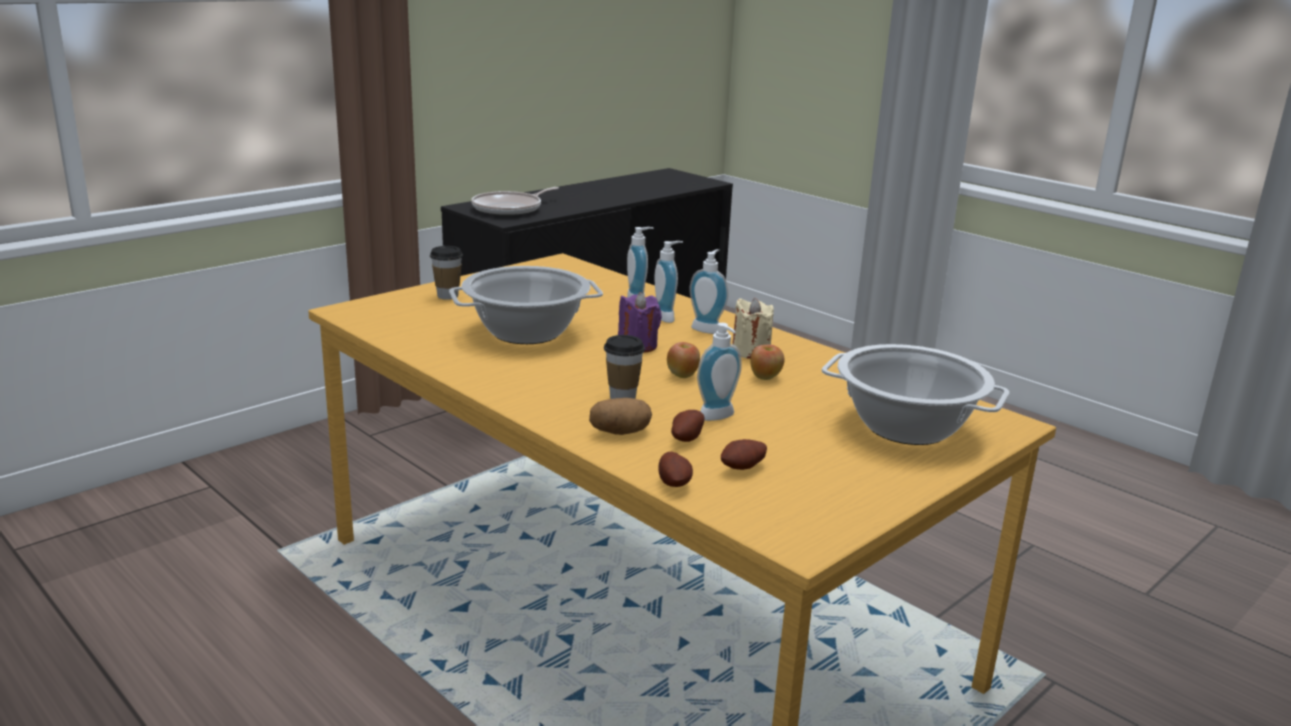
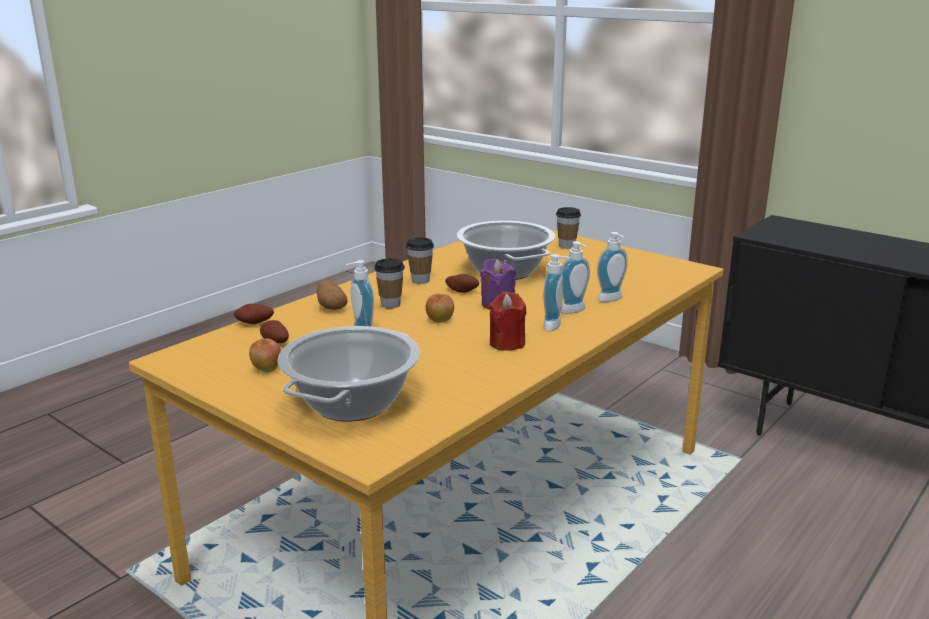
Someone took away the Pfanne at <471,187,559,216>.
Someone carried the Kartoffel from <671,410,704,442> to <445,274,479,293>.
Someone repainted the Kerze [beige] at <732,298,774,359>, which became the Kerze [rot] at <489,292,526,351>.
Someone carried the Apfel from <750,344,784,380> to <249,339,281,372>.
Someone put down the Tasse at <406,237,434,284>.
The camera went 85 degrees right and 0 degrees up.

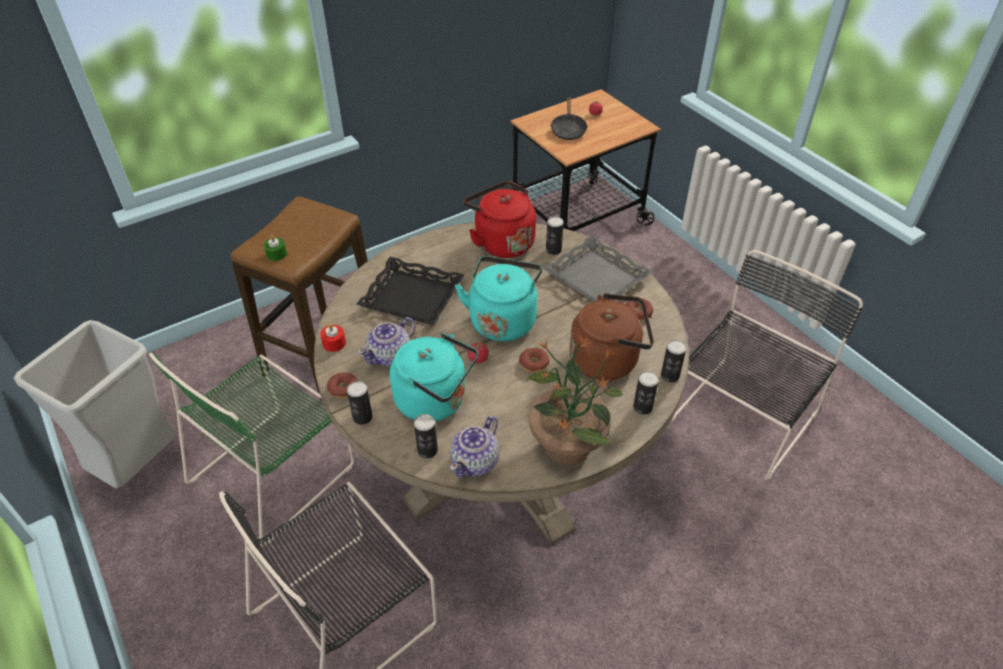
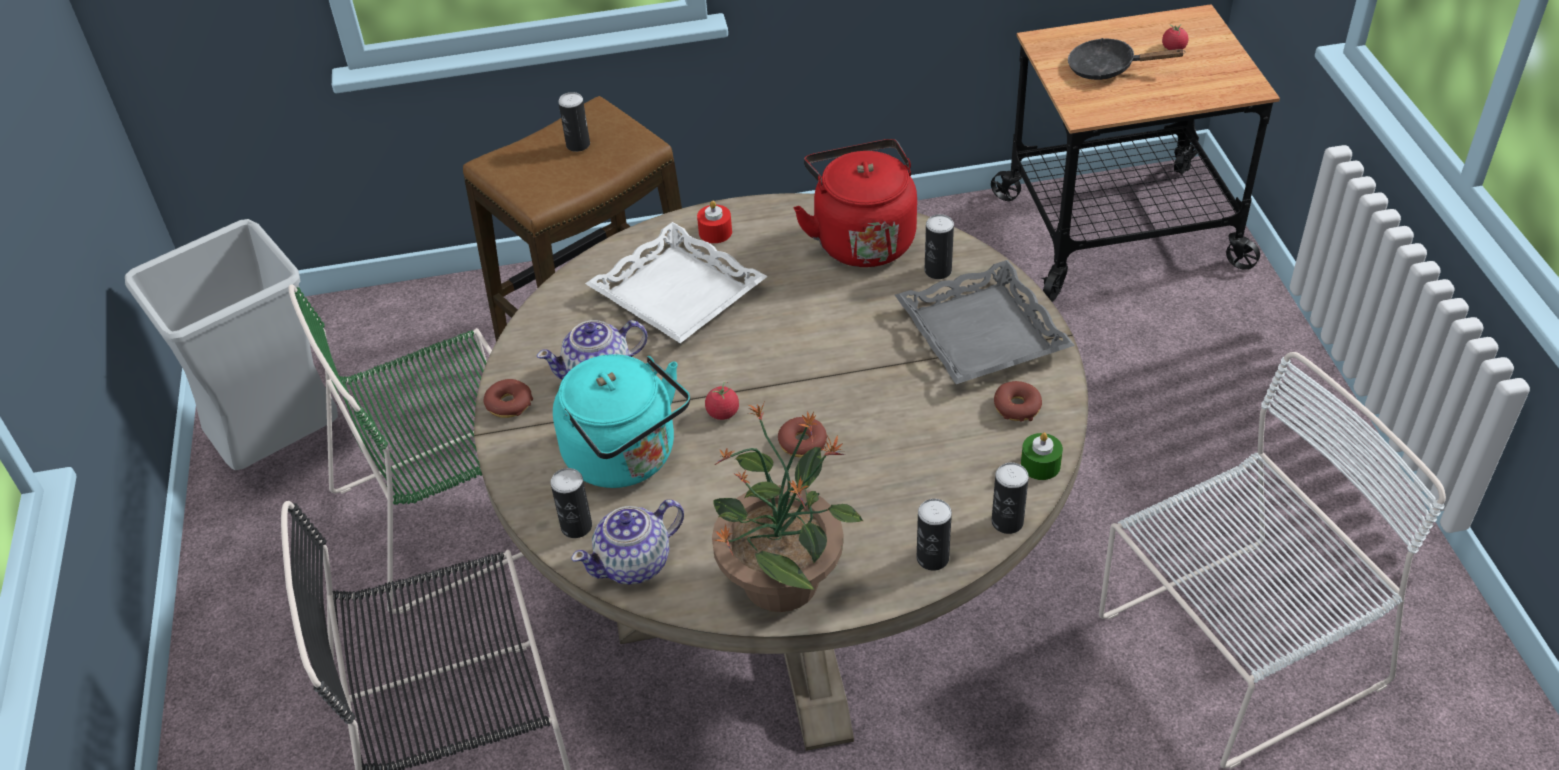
Someone carried the Kerze [grün] from <264,235,287,261> to <1021,433,1063,480>.
Someone carried the Kerze [rot] from <320,324,346,352> to <697,201,732,243>.
Someone carried the Dose from <347,381,372,425> to <558,92,590,152>.
Someone repainted the Tablett [schwarz] at <356,257,465,325>, which became the Tablett [weiß] at <585,222,768,343>.
Someone took away the Wasserkessel [türkis] at <455,256,542,341>.
Someone rotated the Pfanne [schwarz] at <550,97,588,140> by 75 degrees clockwise.
Someone took away the Wasserkessel [braun] at <569,293,654,381>.
Someone repainted the Stuhl [schwarz] at <671,250,863,480>, which became the Stuhl [weiß] at <1099,352,1446,769>.
The camera went 25 degrees right and 0 degrees up.

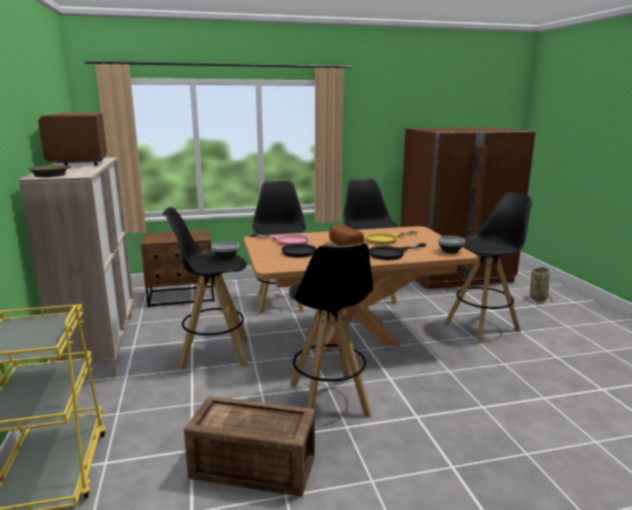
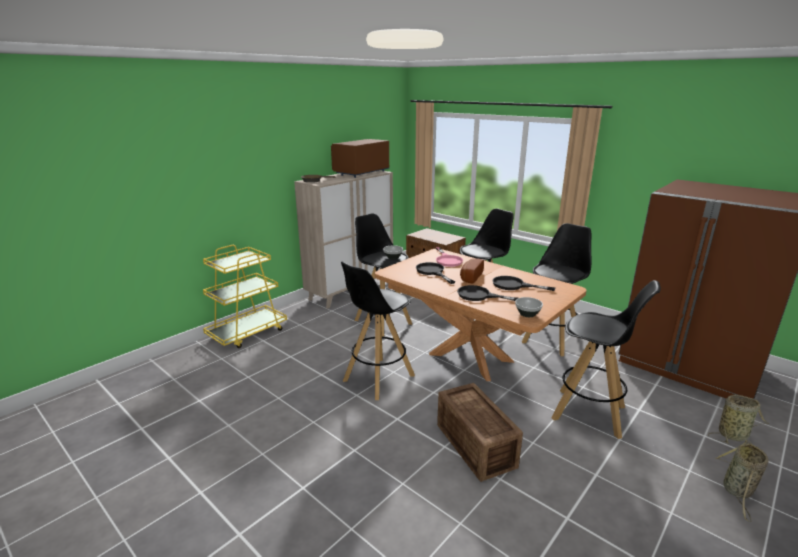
Someone carried the Kiste from <184,396,315,497> to <437,383,523,482>.
Someone repainted the Pfanne [gelb] at <365,230,418,245>, which became the Pfanne [schwarz] at <493,276,556,291>.
Someone put down the Korb at <715,440,769,522>.
The camera went 55 degrees right and 5 degrees up.

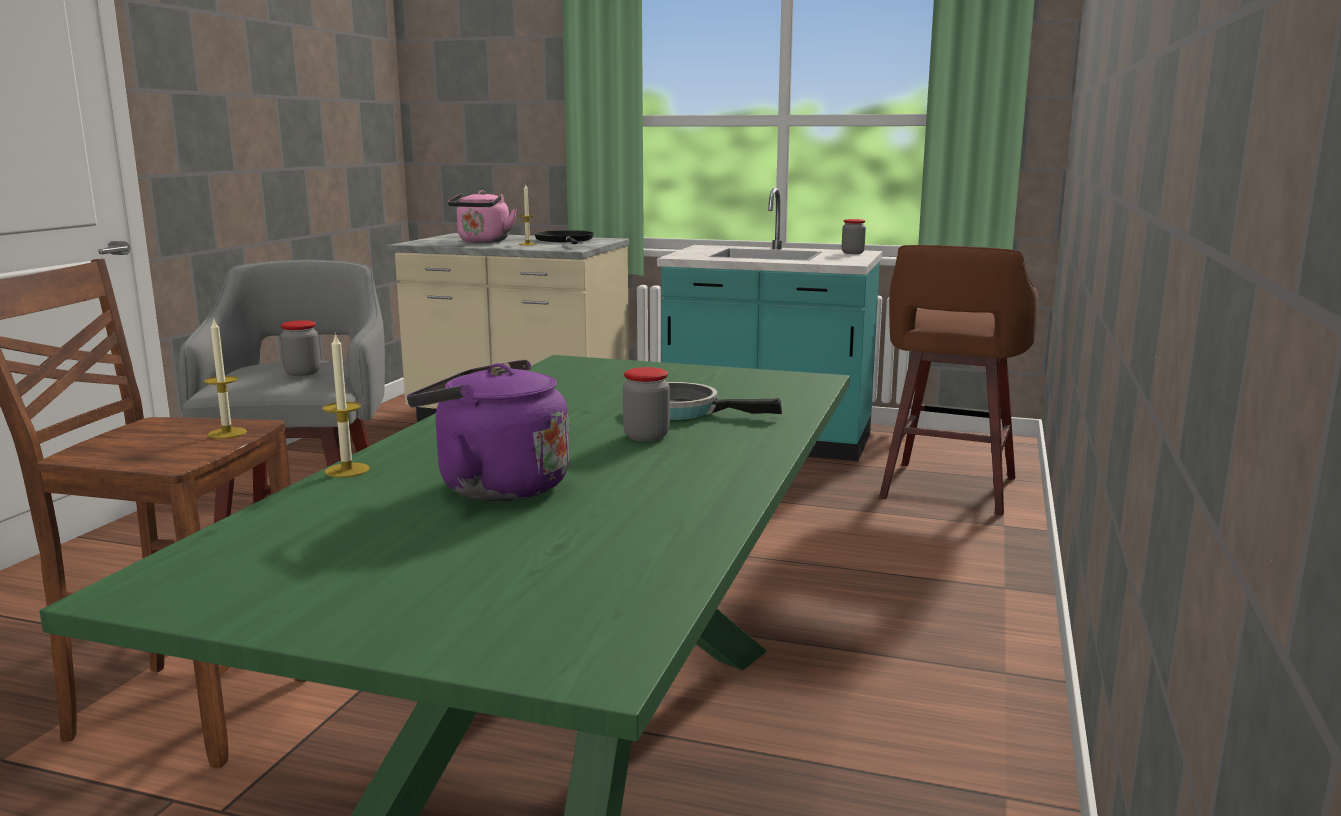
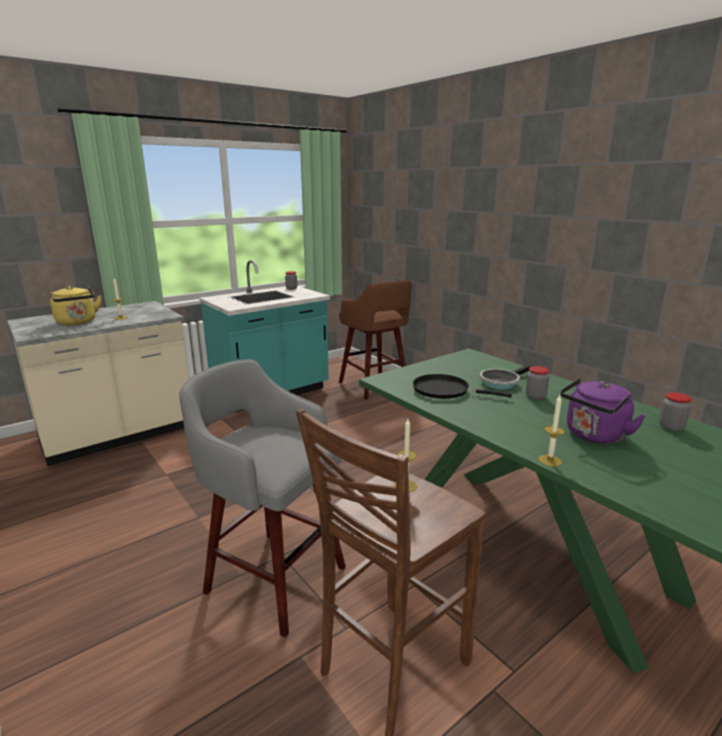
Someone carried the Vorratsglas from <280,321,321,376> to <659,392,692,431>.
Someone repainted the Wasserkessel [rosa] at <448,190,517,243>, which became the Wasserkessel [gelb] at <50,286,101,325>.
Someone carried the Pfanne [schwarz] from <534,230,594,244> to <413,374,512,399>.
The camera went 55 degrees left and 5 degrees up.

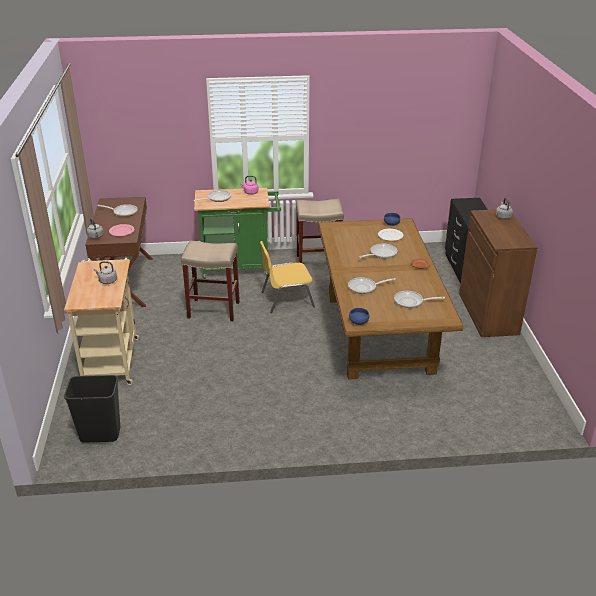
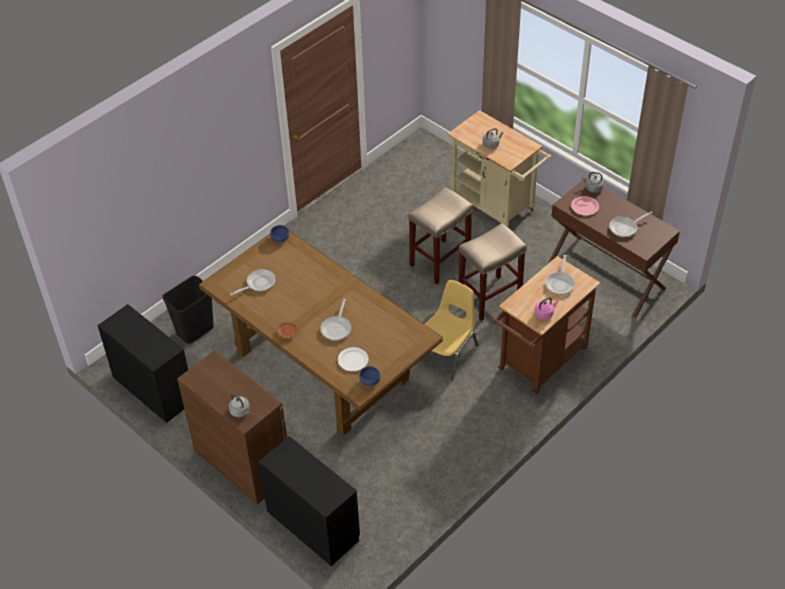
Someone carried the Mülleimer [schwarz] from <64,375,120,443> to <162,276,214,344>.
Someone repainted the Rollwagen [grün] at <194,188,281,279>, which became the Rollwagen [braun] at <492,256,600,394>.
Someone carried the Hocker [beige] from <296,199,344,263> to <408,187,473,284>.
Someone took away the Pfanne at <348,277,396,294>.
Someone put down the Kommode [schwarz] at <97,304,188,423>.
The camera went 140 degrees right and 15 degrees up.

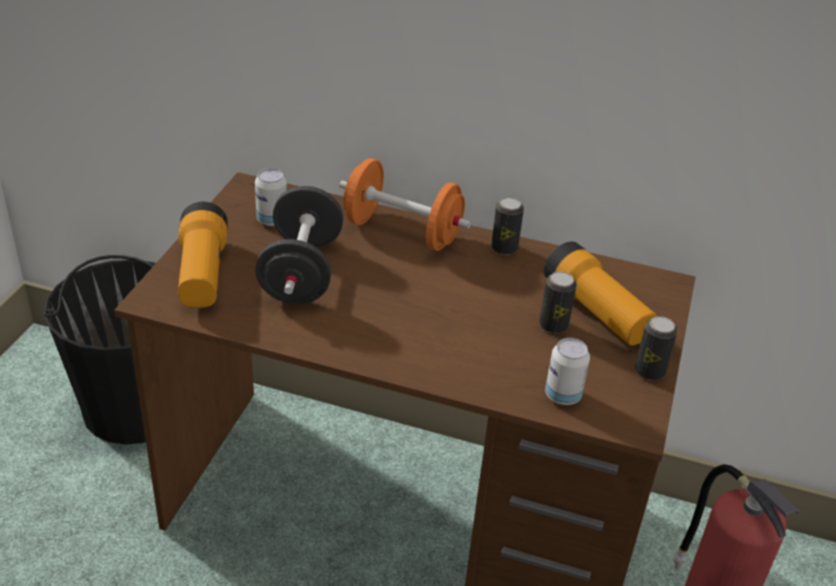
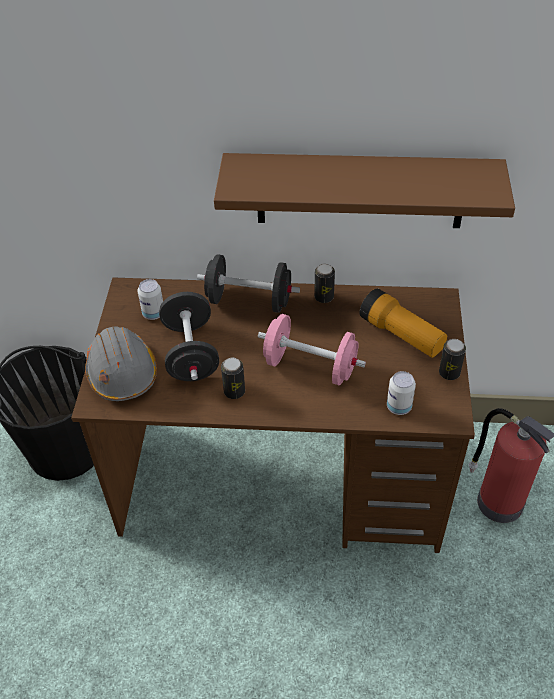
Someone swapped the Taschenlampe at <178,202,228,308> for the Schutzhelm [grau] at <85,327,157,401>.
Someone repainted the Hantel [orange] at <339,158,471,251>, which became the Hantel [schwarz] at <197,254,300,313>.
Someone carried the Dose from <539,271,577,333> to <221,358,245,399>.
Someone put up the Wandregal [braun] at <214,153,515,228>.
Someone put down the Hantel [rosa] at <258,314,366,385>.
The camera went 10 degrees left and 10 degrees up.

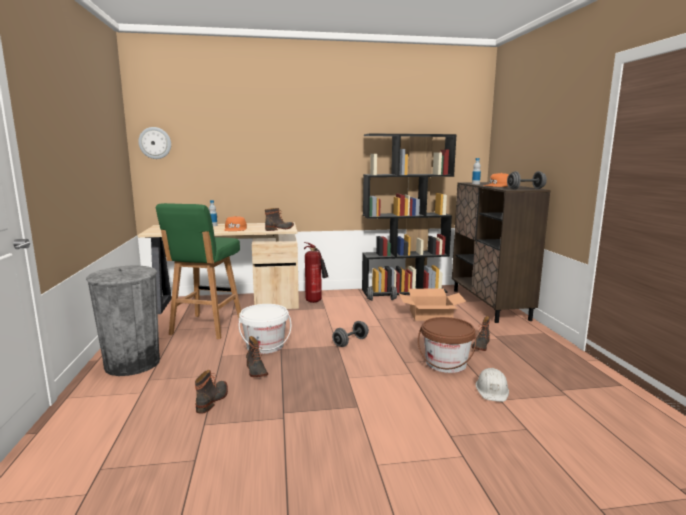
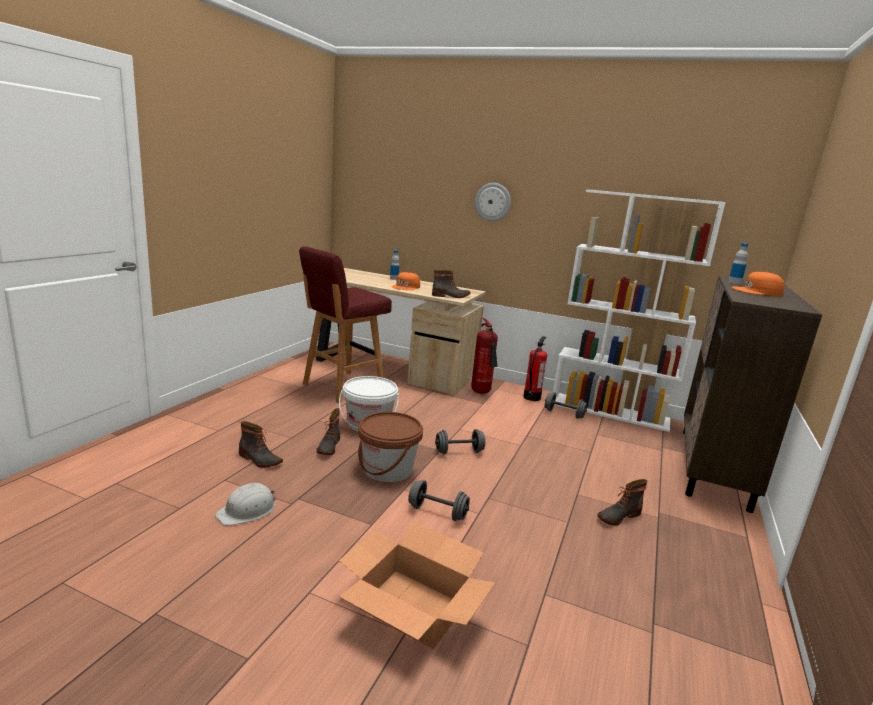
Someone took away the Mülleimer [grau] at <86,265,160,376>.
Someone carried the Wanduhr from <138,127,171,159> to <475,183,511,221>.
Someone repainted the Hocker [grün] at <156,203,241,339>, which became the Hocker [rot] at <299,246,392,403>.
Someone rotated the Stiefel at <195,370,228,414> by 75 degrees clockwise.
Someone repainted the Bücherregal [schwarz] at <362,133,457,297>, which became the Bücherregal [weiß] at <553,189,726,432>.
Someone carried the Karton from <399,289,467,321> to <339,522,496,649>.
Someone carried the Eimer [braun] from <418,317,476,373> to <358,412,423,482>.
Someone carried the Schutzhelm [weiß] from <476,368,509,402> to <215,482,275,526>.
Someone carried the Hantel [grau] from <507,171,547,190> to <408,480,470,521>.
Someone put down the Feuerlöscher at <523,336,547,401>.
The camera went 30 degrees right and 5 degrees up.

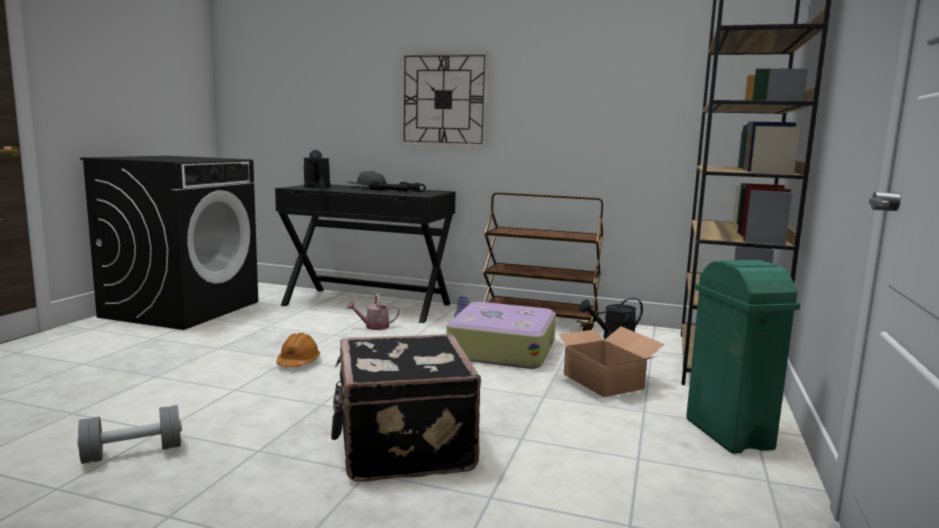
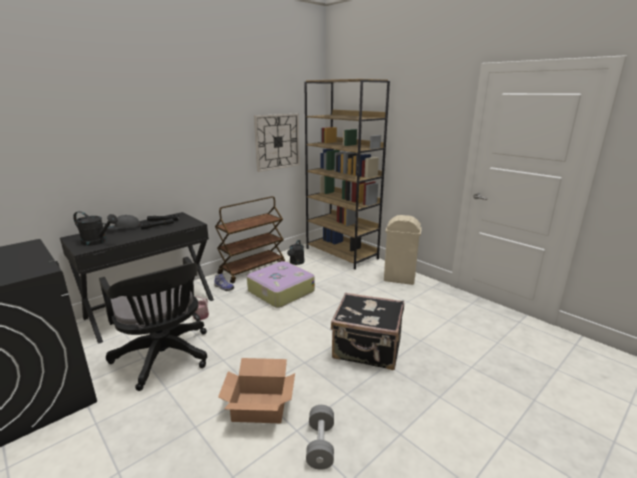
Someone took away the Schutzhelm [orange] at <276,333,320,367>.
Someone carried the Wanduhr from <400,51,489,148> to <254,113,300,172>.
Someone carried the Karton from <559,326,664,397> to <218,358,295,423>.
Someone repainted the Mülleimer [grün] at <686,260,800,454>, which became the Mülleimer [beige] at <384,215,422,285>.
Someone put down the Bürostuhl [schwarz] at <99,257,207,391>.
The camera went 60 degrees left and 10 degrees up.

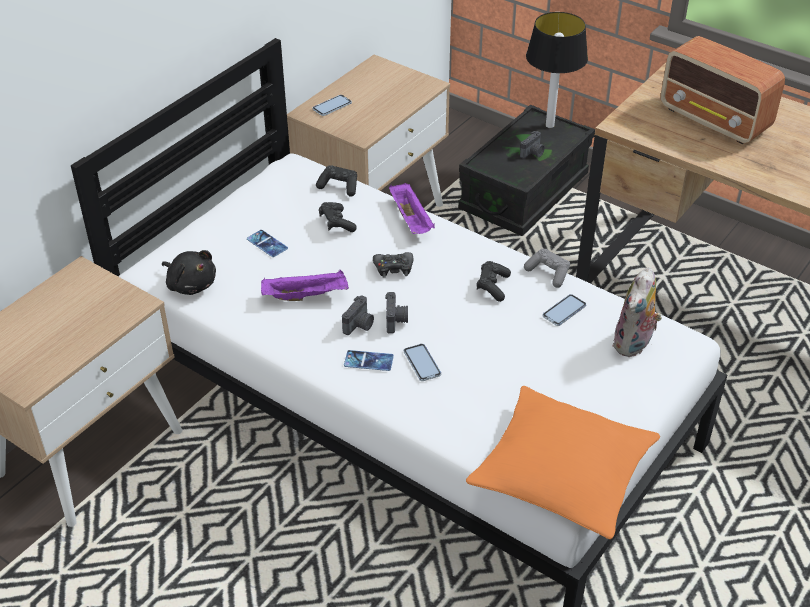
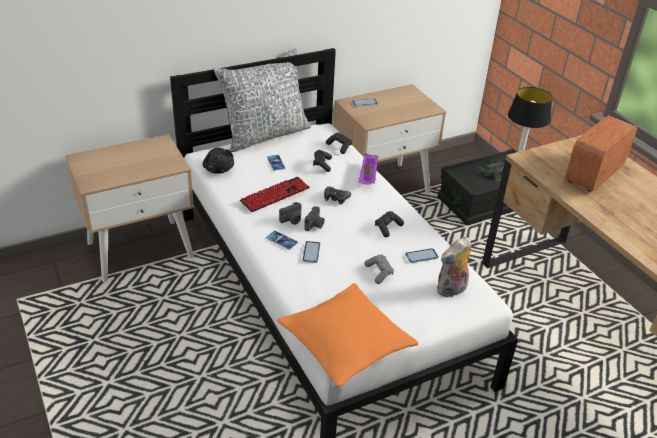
Someone swapped the Tablett [lila] at <261,270,349,301> for the Tastatur at <240,177,310,212>.
Someone carried the Gamepad [grau] from <524,249,570,288> to <364,254,394,284>.
Someone rotated the Radio at <661,36,785,144> by 60 degrees clockwise.
Someone put down the Kissen at <213,49,311,152>.
The camera went 25 degrees right and 5 degrees down.

